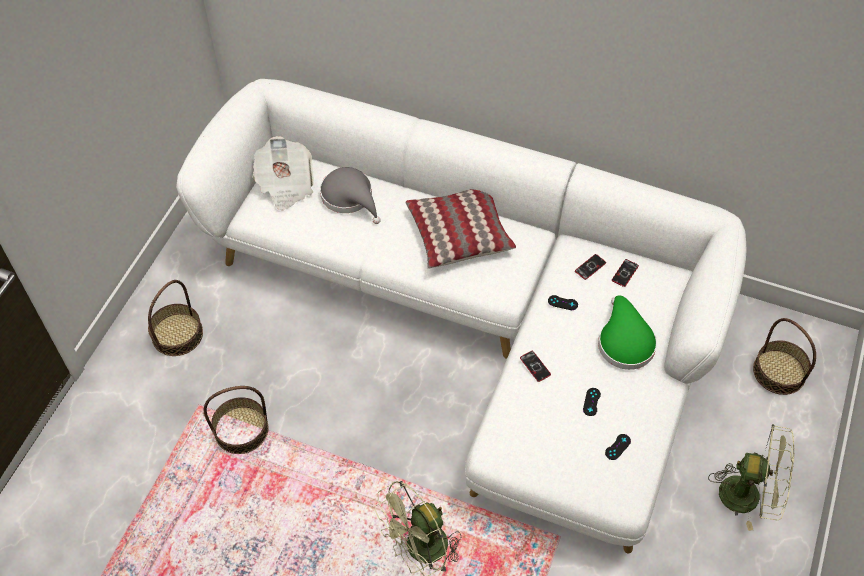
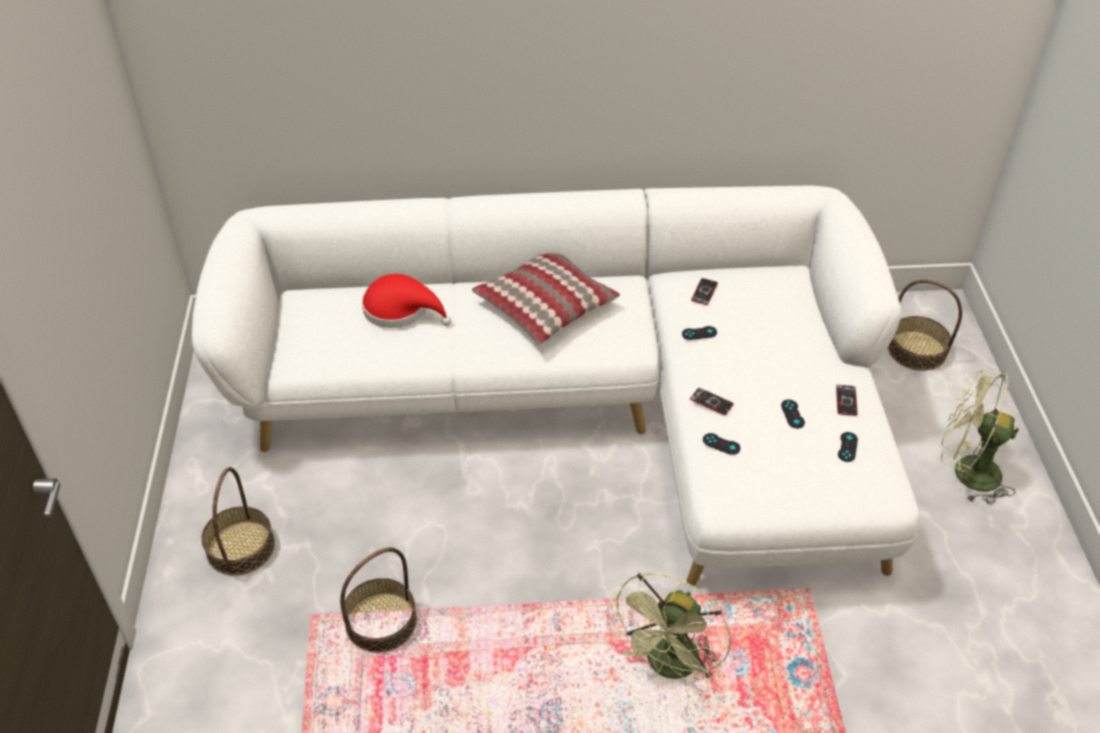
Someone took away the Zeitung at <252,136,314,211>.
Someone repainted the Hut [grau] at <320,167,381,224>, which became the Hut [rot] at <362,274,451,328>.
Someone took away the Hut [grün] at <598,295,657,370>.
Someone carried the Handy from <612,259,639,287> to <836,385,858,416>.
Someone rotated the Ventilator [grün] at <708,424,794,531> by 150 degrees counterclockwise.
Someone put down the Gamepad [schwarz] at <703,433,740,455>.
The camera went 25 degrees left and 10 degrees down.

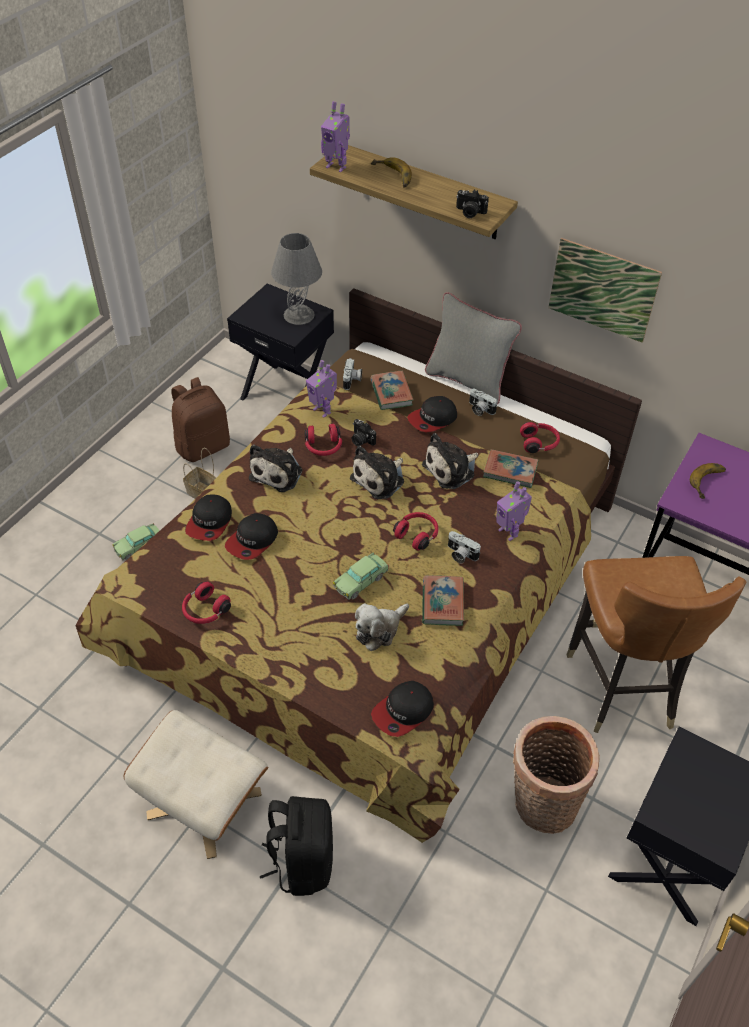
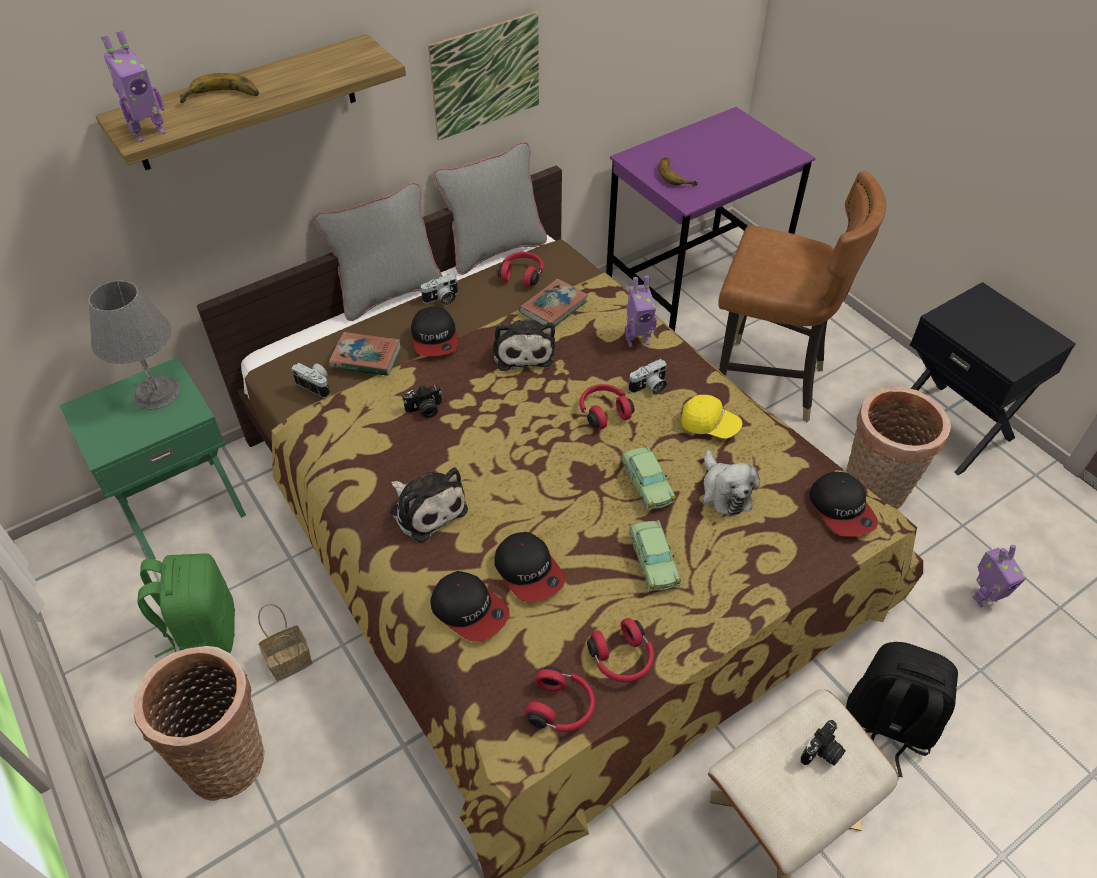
Someone carried the Spielzeugauto from <112,523,160,560> to <629,520,681,591>.
Someone repainted the Rucksack [braun] at <171,377,230,462>, which became the Rucksack [grün] at <137,553,235,658>.
Someone repainted the Nachttisch [schwarz] at <227,283,334,400>, which became the Nachttisch [grün] at <59,357,246,559>.
Someone carried the Kopfhörer [rot] from <305,424,342,456> to <525,666,595,732>.
Someone carried the Spielzeugroboter from <306,360,337,418> to <972,545,1026,608>.
Someone took away the Plüschtier at <350,446,404,499>.
Someone swapped the Buch at <422,575,464,626> for the Kappe [gelb] at <681,395,742,439>.
Someone carried the Kamera from <456,190,489,218> to <801,720,846,766>.
Someone put down the Korb at <133,646,264,801>.
Someone put down the Kissen [grau] at <433,141,547,275>.
The camera went 65 degrees left and 0 degrees up.

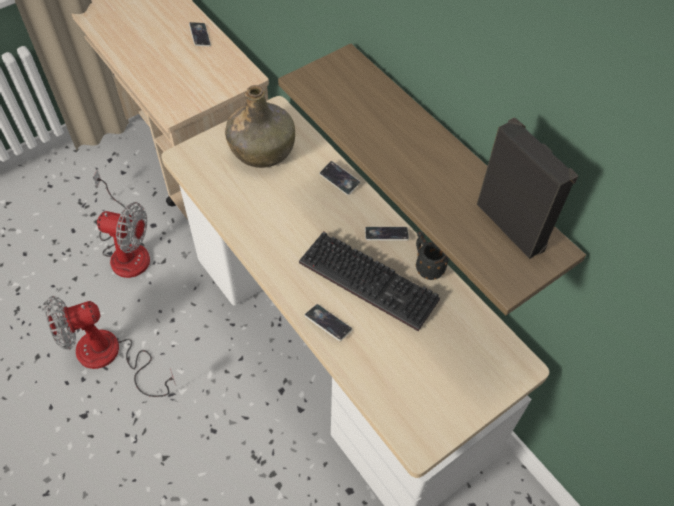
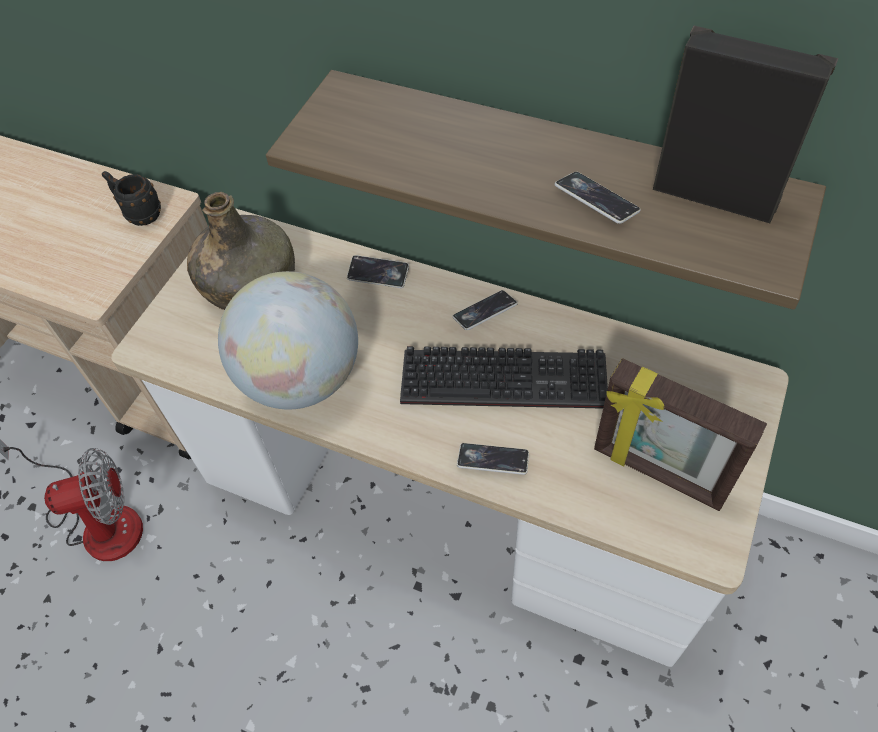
Someone took away the Ventilator at <45,296,176,397>.
Someone carried the Handy from <189,22,211,46> to <554,172,641,224>.
Someone carried the Henkelbecher [schwarz] from <416,231,449,280> to <102,171,161,226>.
Someone put down the Globus at <218,271,358,409>.
Someone put down the Bilderrahmen at <594,358,767,511>.
The camera went 25 degrees left and 0 degrees up.

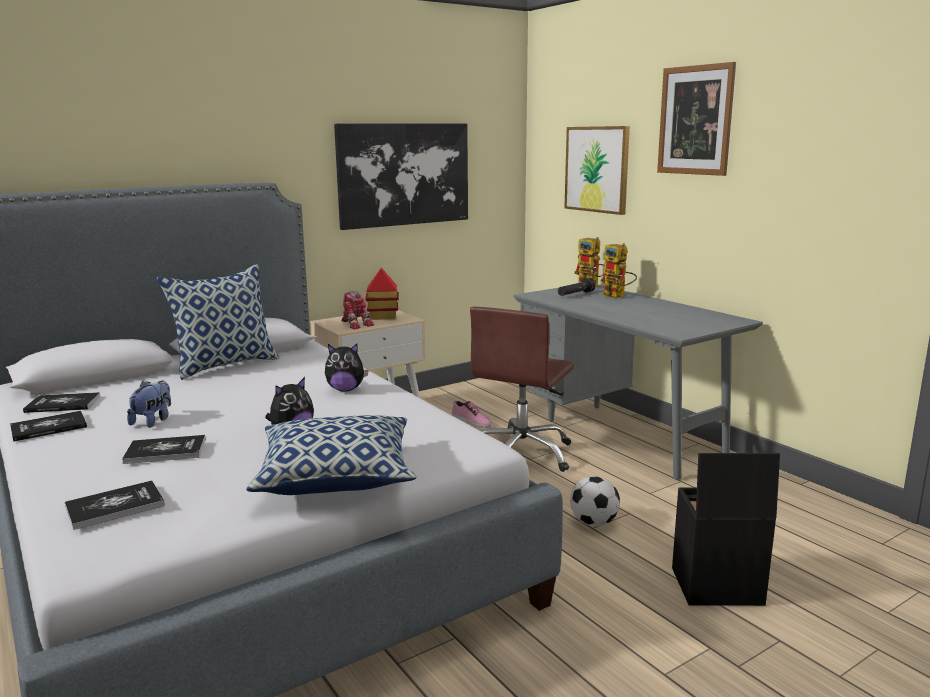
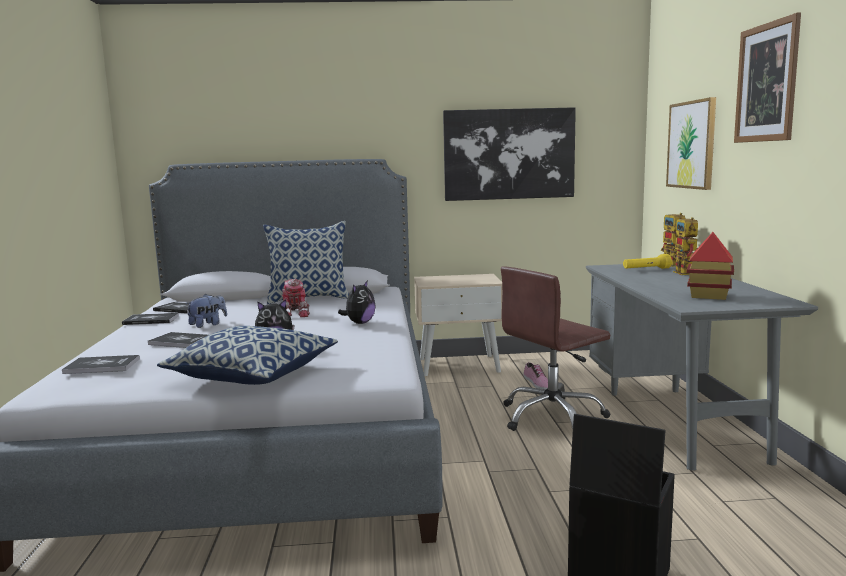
Someone rotated the Plüschtier at <325,344,368,392> by 90 degrees counterclockwise.
Someone carried the Spielzeugroboter from <341,291,374,329> to <282,279,310,317>.
Someone carried the Spielzeughaus from <365,267,399,320> to <687,232,734,300>.
Someone repainted the Taschenlampe [schwarz] at <558,278,596,296>, which became the Taschenlampe [gelb] at <623,254,672,269>.
Someone took away the Fußball at <570,476,620,526>.
The camera went 30 degrees right and 5 degrees down.

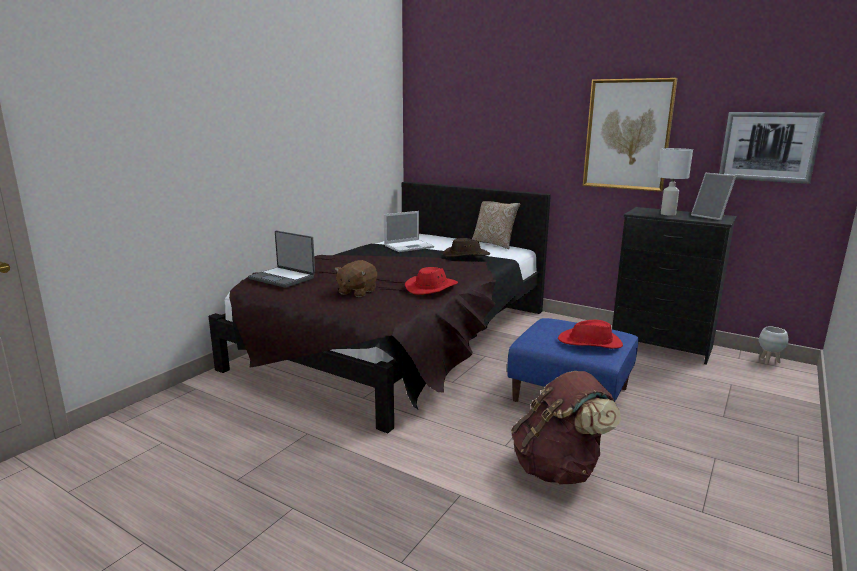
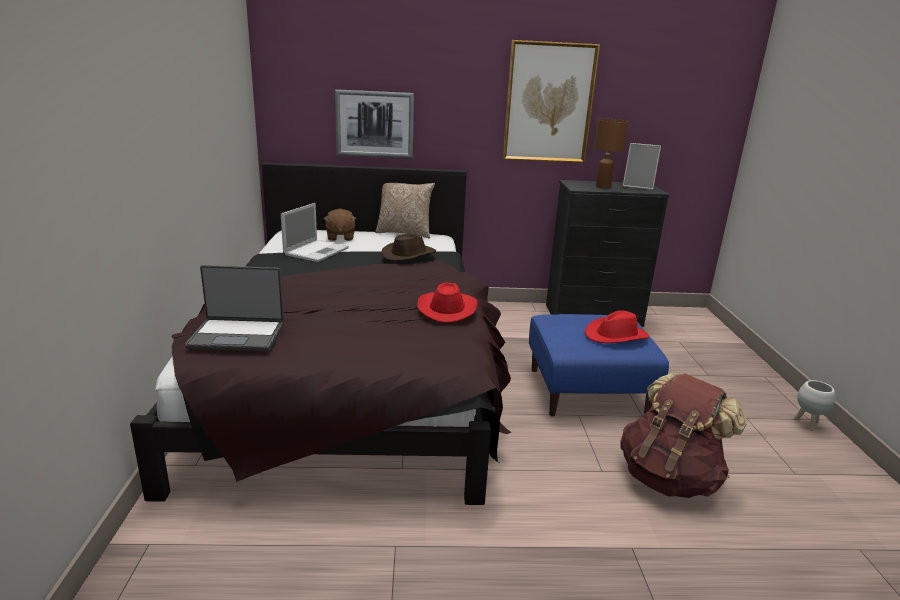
Someone carried the Plüschtier [braun] from <335,260,377,297> to <323,209,357,241>.
Someone repainted the Tischlampe [weiß] at <658,148,693,216>, which became the Tischlampe [braun] at <594,119,628,188>.
Someone carried the Bild from <719,112,825,184> to <335,89,414,159>.
Someone carried the Pflanzkübel [weiß] from <759,327,788,365> to <794,380,836,431>.
The camera went 35 degrees left and 5 degrees up.

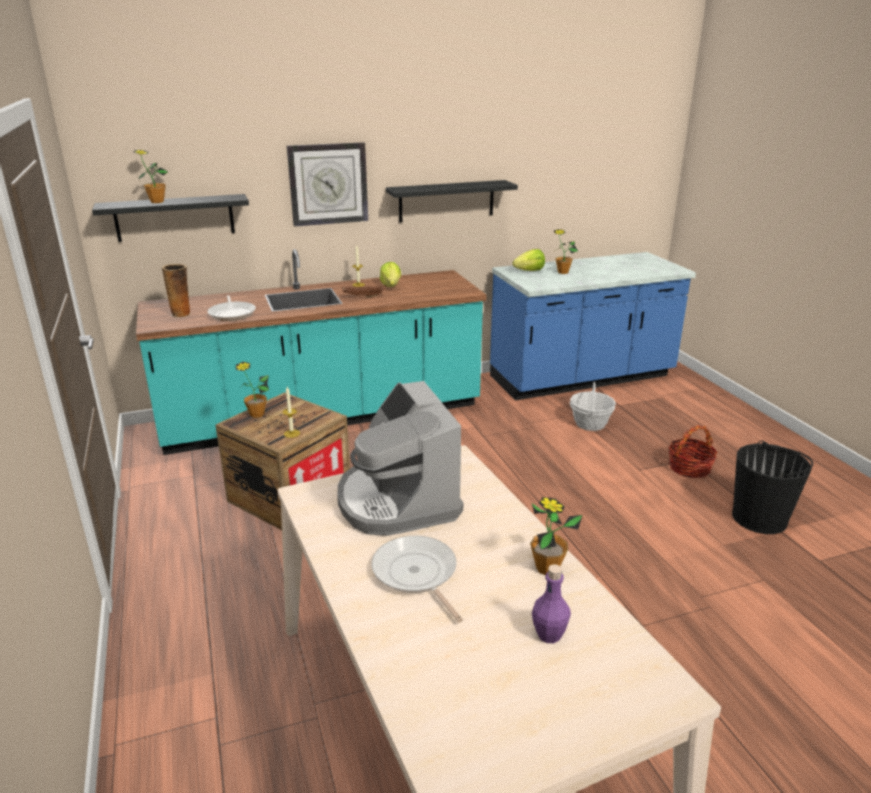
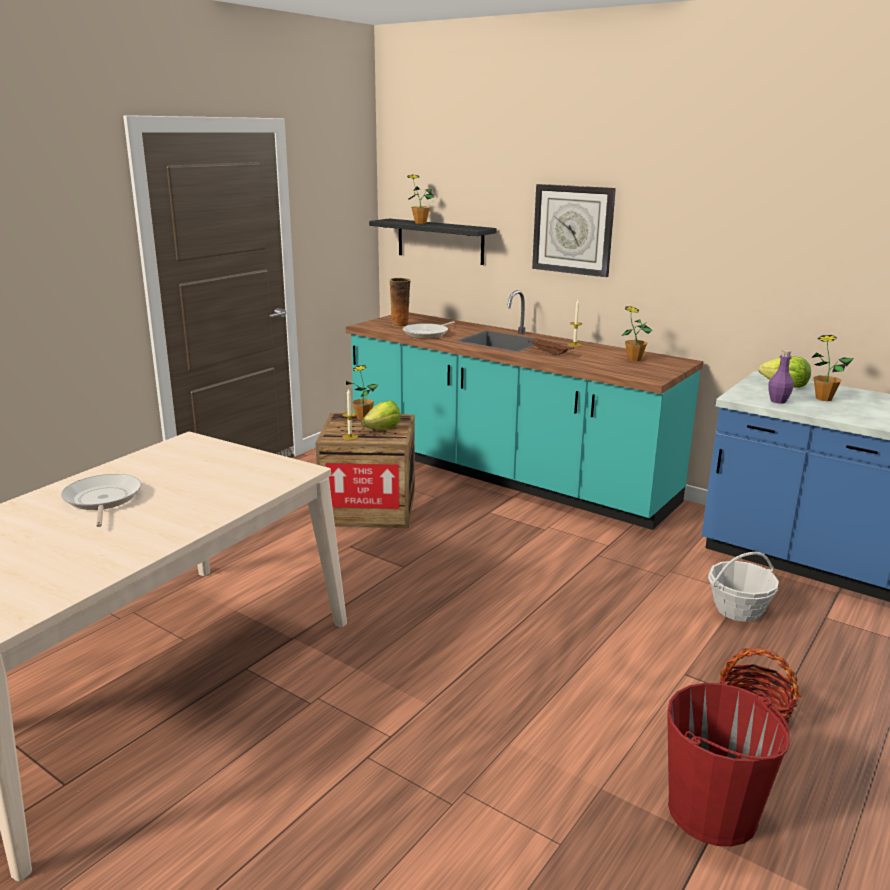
Someone took away the Kaffeemaschine at <337,381,463,536>.
Someone rotated the Pfanne at <371,536,463,623> by 45 degrees counterclockwise.
Someone carried the Salatkopf from <380,262,401,287> to <361,401,401,429>.
Someone took away the Wandregal [schwarz] at <386,180,518,222>.
Someone carried the Topfpflanze from <530,497,582,575> to <622,306,652,362>.
Someone carried the Flasche [lila] from <532,564,571,643> to <768,350,794,404>.
Someone repainted the Eimer [schwarz] at <732,440,813,534>, which became the Eimer [rot] at <667,683,790,847>.
The camera went 55 degrees right and 5 degrees down.

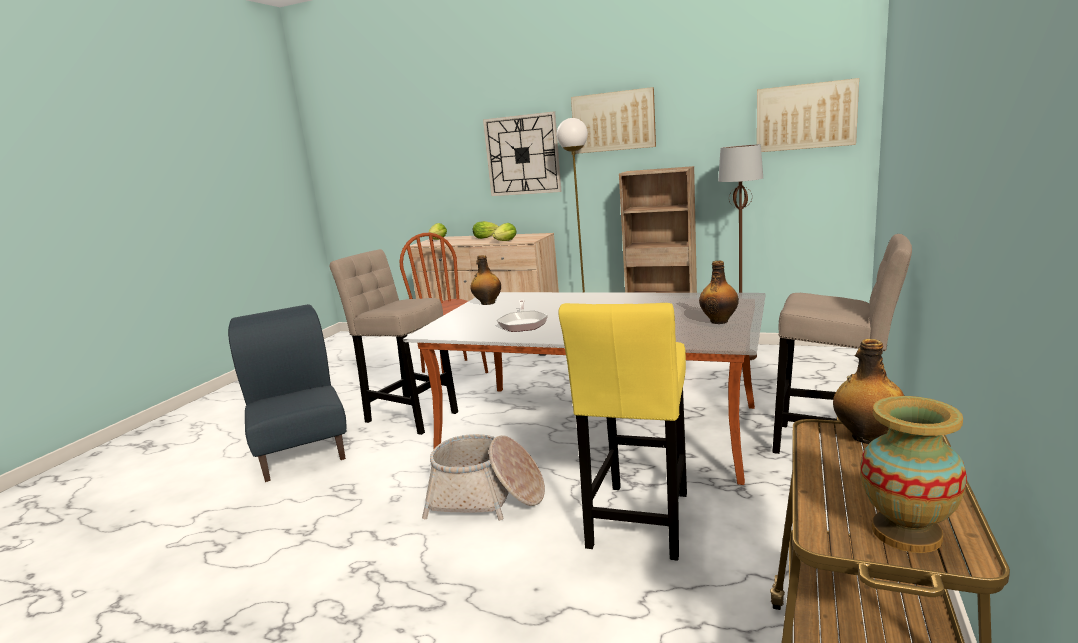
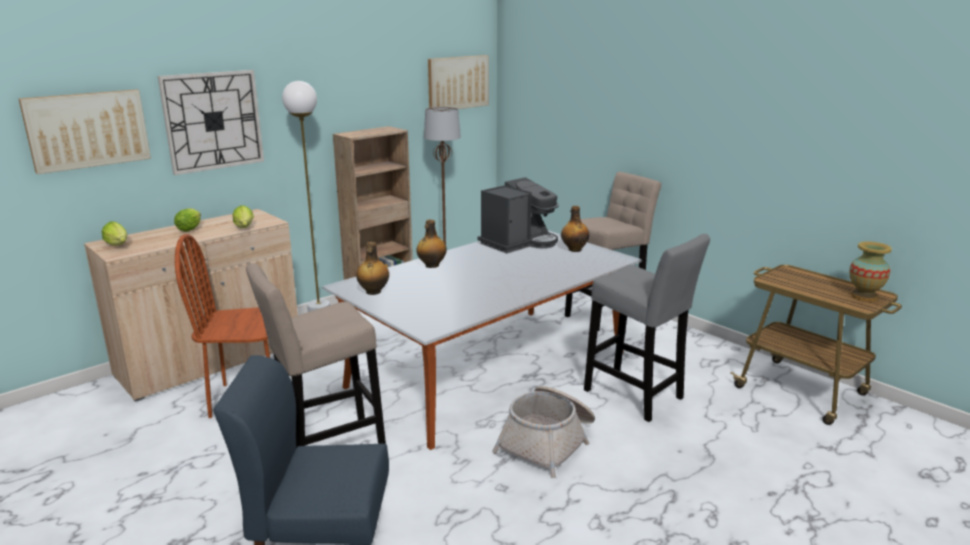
Someone took away the Pfanne at <496,300,548,332>.
Someone repainted the Hocker [gelb] at <558,303,687,561>, which became the Hocker [grau] at <584,234,710,422>.
Someone carried the Bild from <571,87,656,154> to <19,90,151,174>.
Someone carried the Flasche from <833,339,904,444> to <416,219,447,268>.
Someone put down the Kaffeemaschine at <478,177,559,253>.
The camera went 65 degrees left and 5 degrees up.

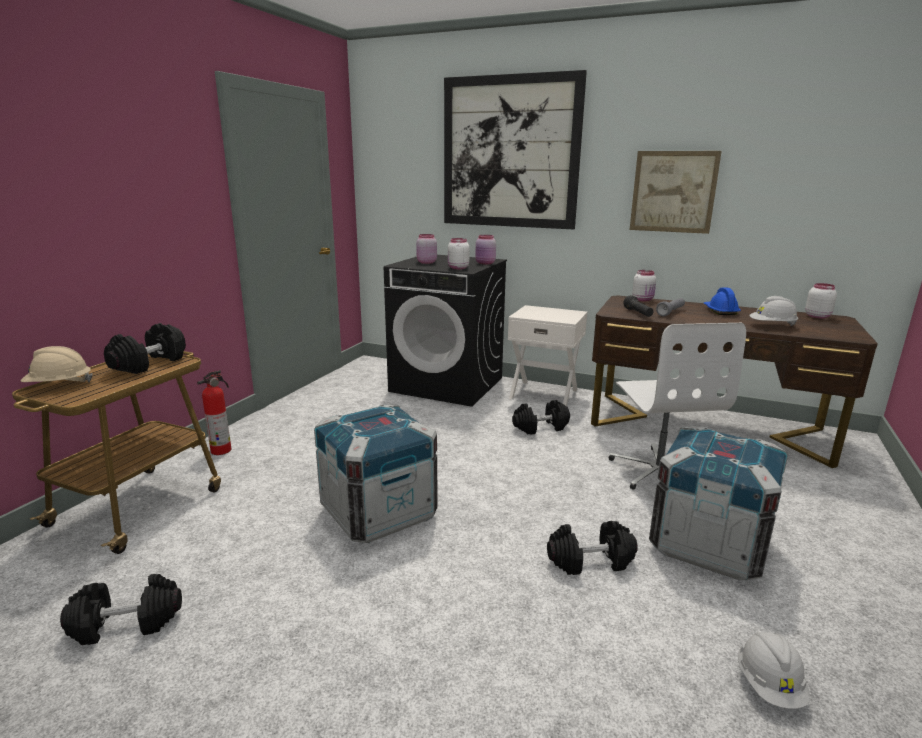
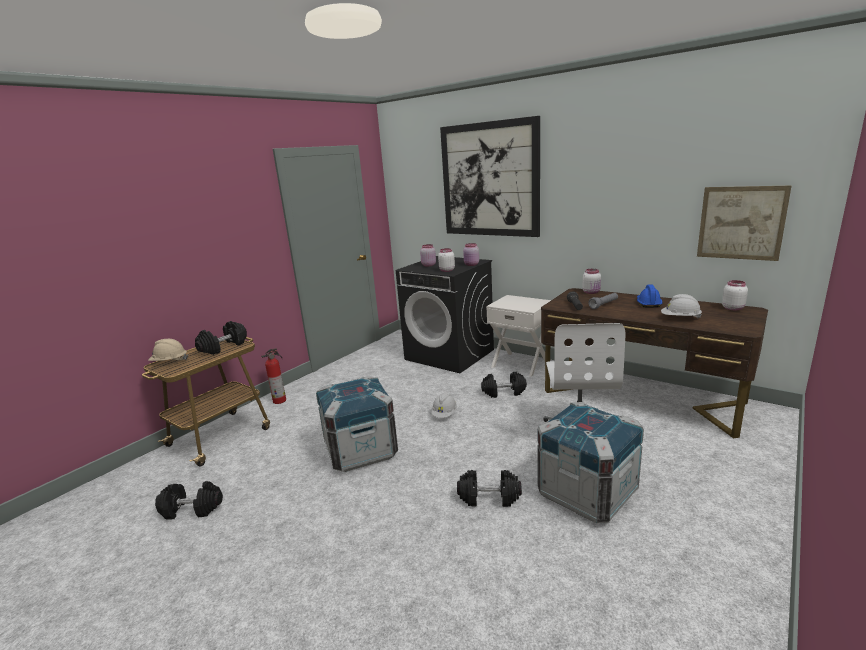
Someone carried the Bild from <630,151,722,234> to <697,185,792,261>.
Someone carried the Schutzhelm [weiß] from <738,632,810,709> to <431,393,457,418>.
The camera went 15 degrees right and 0 degrees up.

